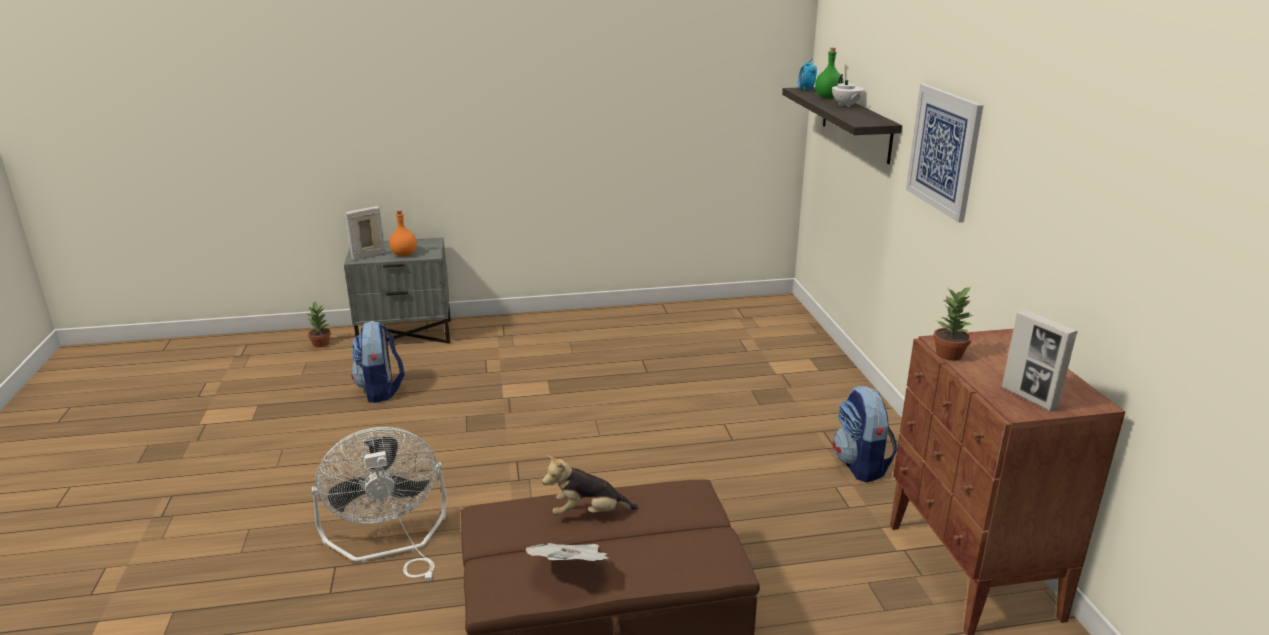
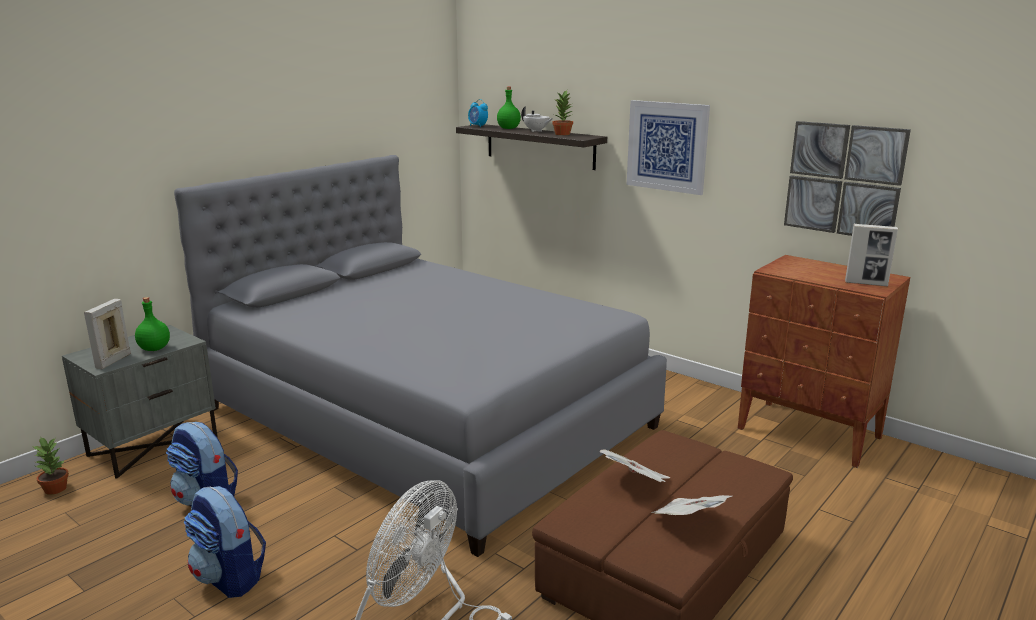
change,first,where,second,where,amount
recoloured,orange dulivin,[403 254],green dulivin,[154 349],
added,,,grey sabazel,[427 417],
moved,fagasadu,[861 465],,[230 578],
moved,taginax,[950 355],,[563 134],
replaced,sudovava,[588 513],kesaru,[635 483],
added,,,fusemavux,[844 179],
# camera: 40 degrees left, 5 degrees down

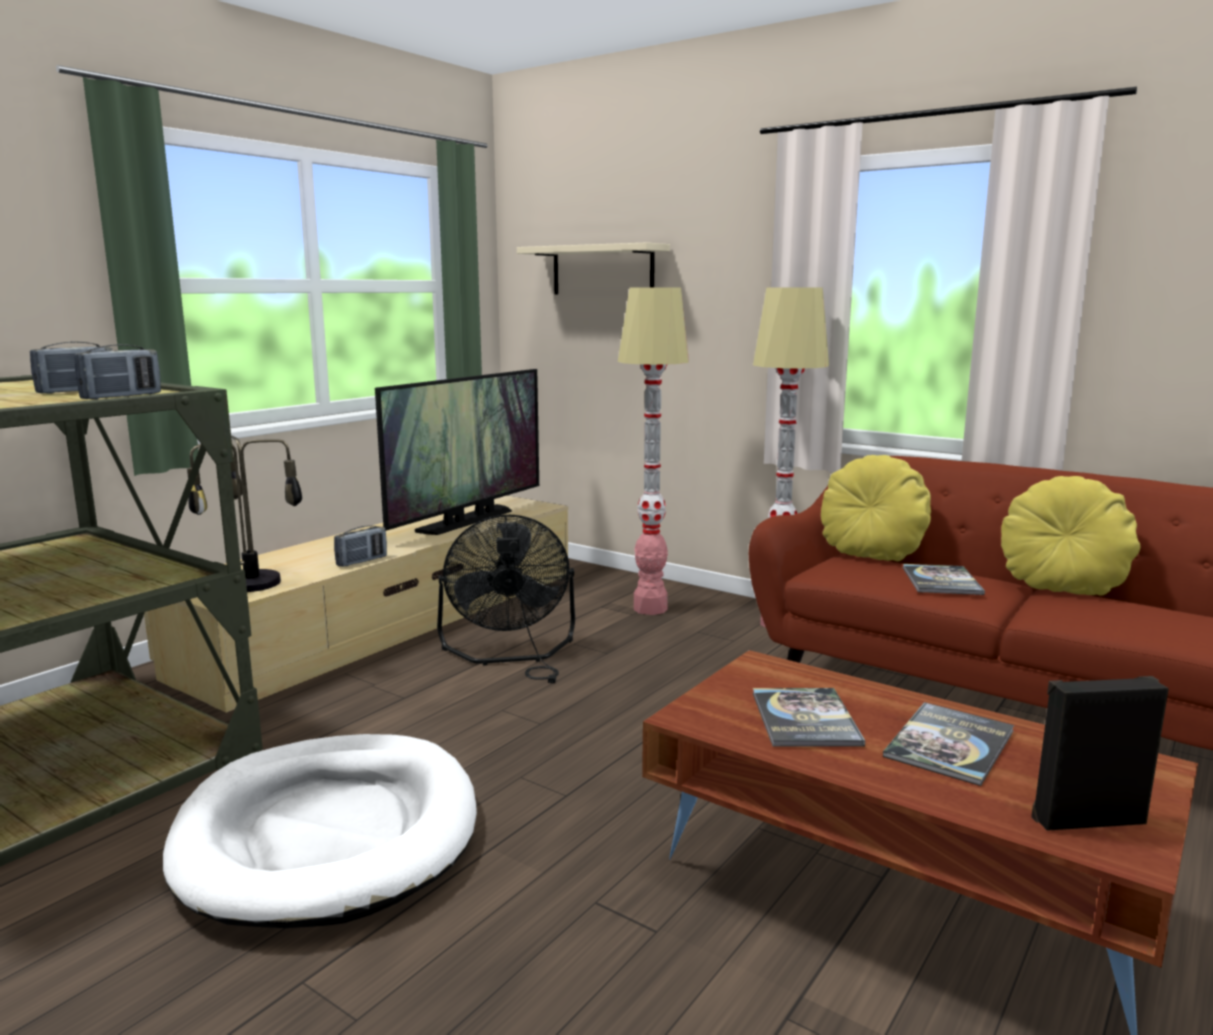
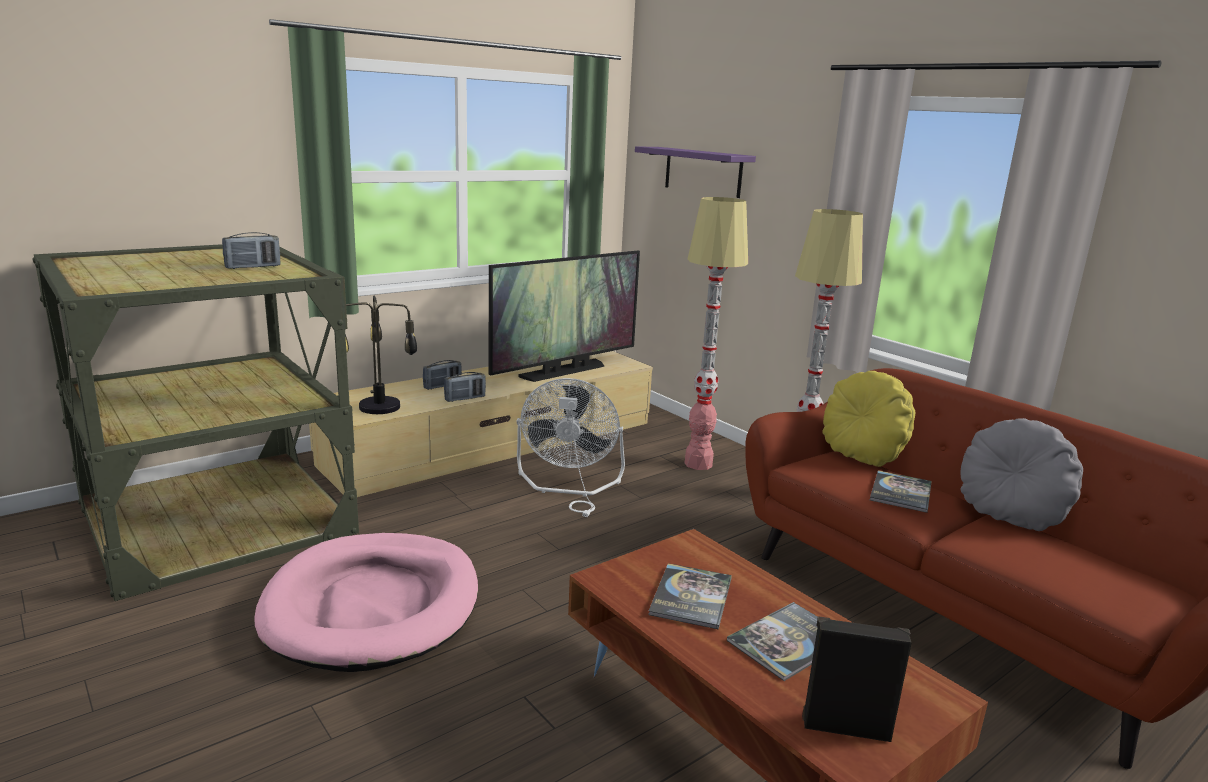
change,first,where,second,where,amount
recoloured,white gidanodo,[329 834],pink gidanodo,[373 606],
moved,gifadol,[122 397],,[442 386],
recoloured,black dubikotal,[515 655],white dubikotal,[570 487],
recoloured,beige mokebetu,[602 270],purple mokebetu,[703 171],
recoloured,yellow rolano,[1061 589],grey rolano,[1009 518],
# camera: 15 degrees right, 5 degrees up

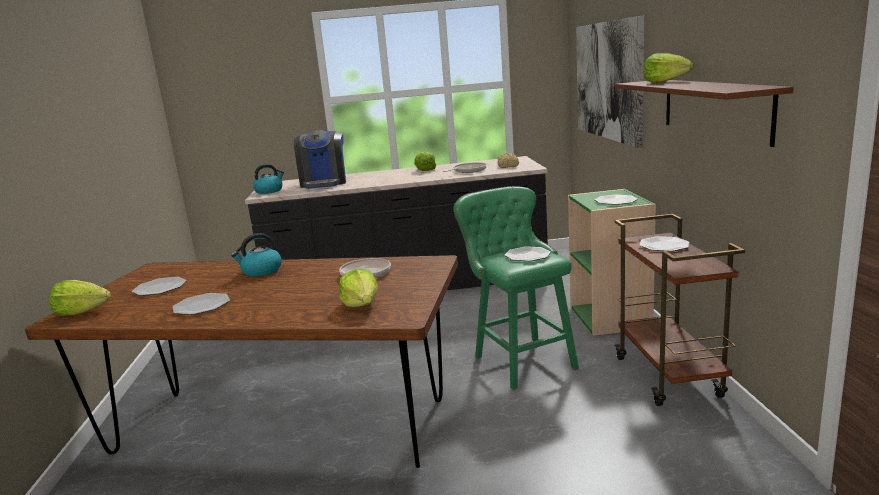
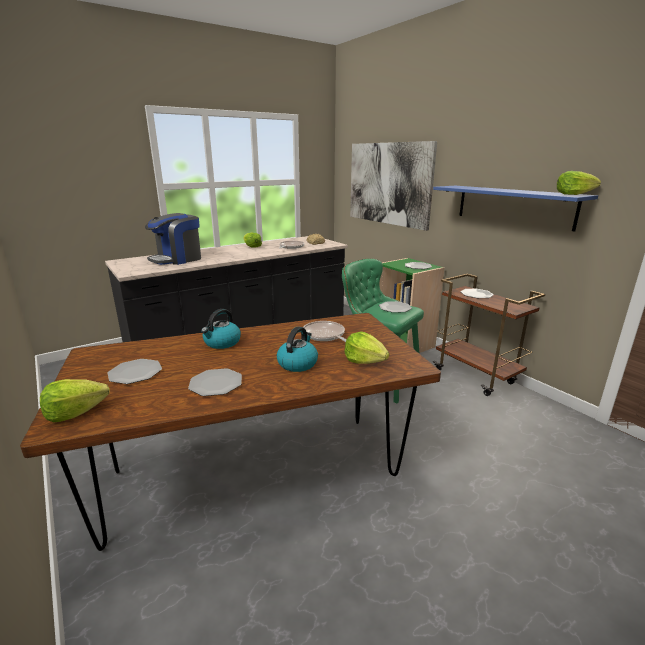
change,first,where,second,where,amount
turned,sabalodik,[324 183],,[177 259],75 degrees clockwise
moved,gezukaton,[269 191],,[297 363],
recoloured,brown mokebetu,[714 108],blue mokebetu,[513 206],
moved,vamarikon,[665 81],,[573 194],
# camera: 30 degrees left, 5 degrees up

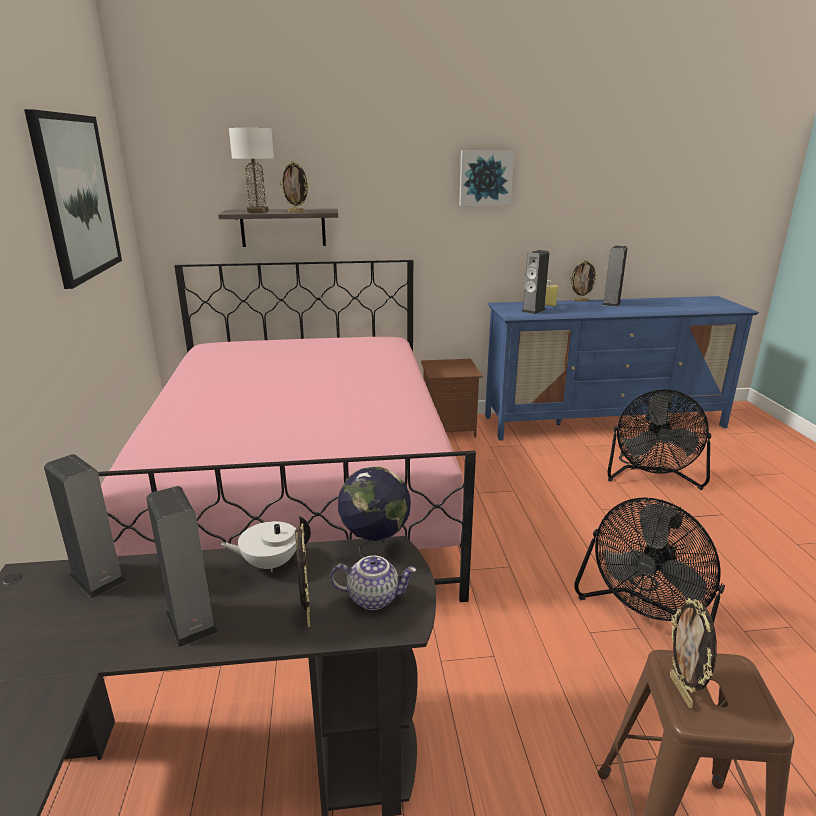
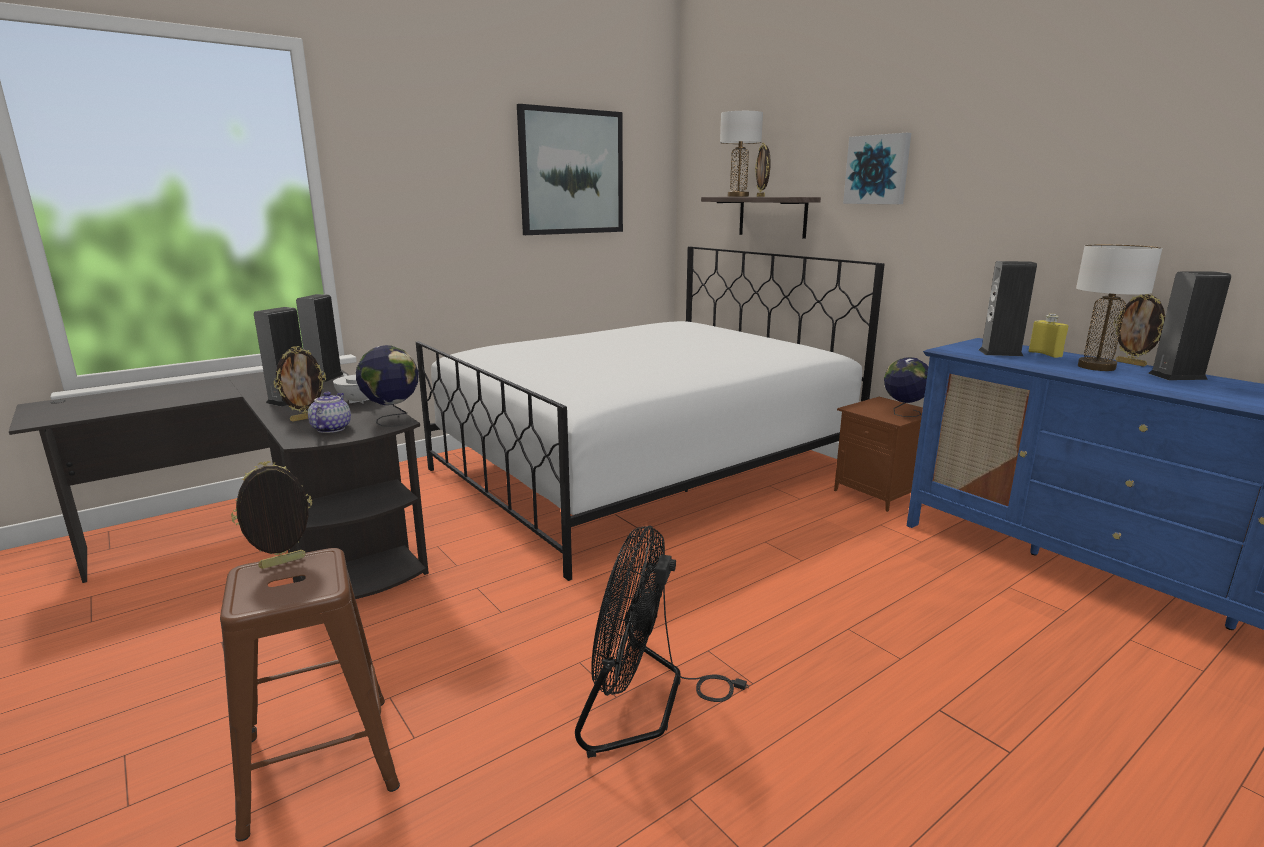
change,first,where,second,where,amount
turned,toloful,[374 597],,[330 429],150 degrees counterclockwise
recoloured,pink sabazel,[303 495],white sabazel,[645 470],
moved,fusemavux,[485 178],,[878 170],
added,,,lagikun,[903 413],
added,,,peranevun,[1095 367],
removed,black dubikotal,[648 475],,,
# camera: 60 degrees right, 5 degrees down

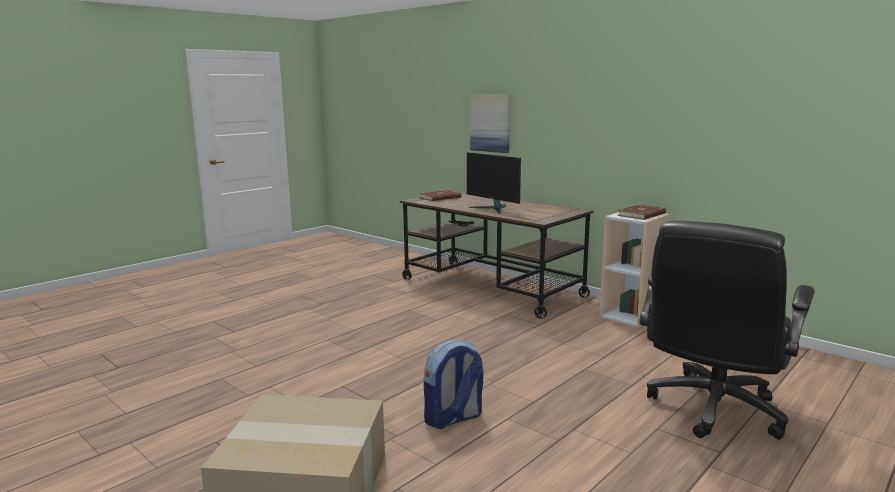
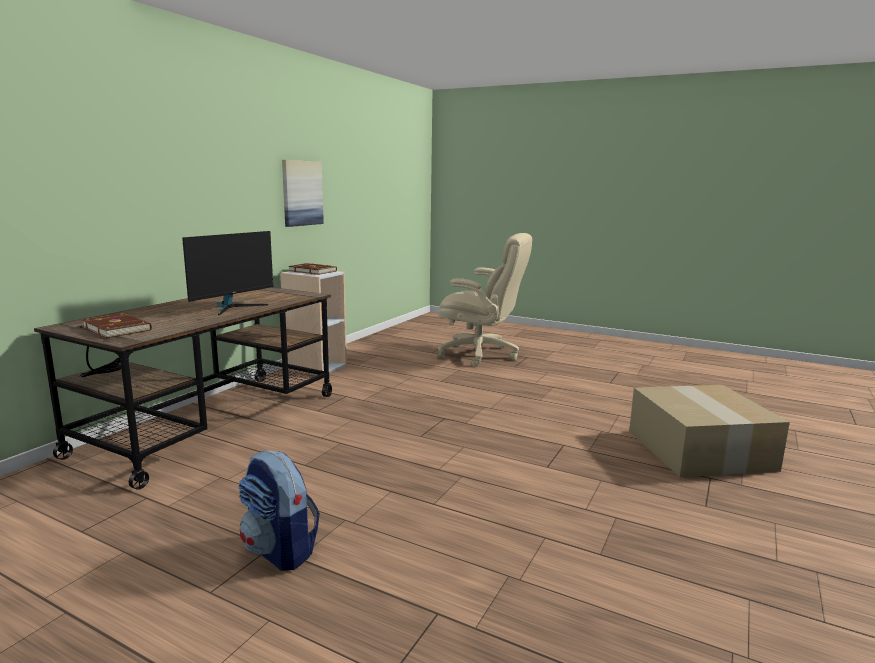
change,first,where,second,where,amount
moved,fagasadu,[453 418],,[280 550],
moved,fusemavux,[490 123],,[302 193],
recoloured,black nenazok,[711 411],beige nenazok,[481 356],
# camera: 105 degrees left, 0 degrees up

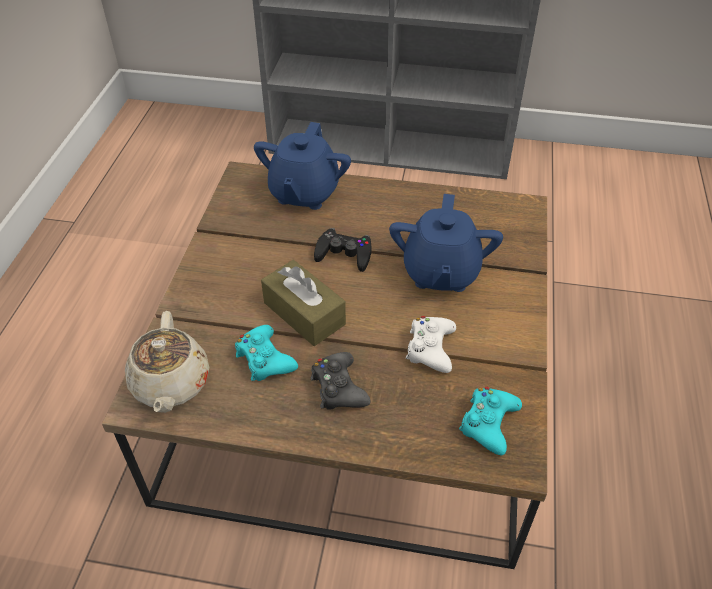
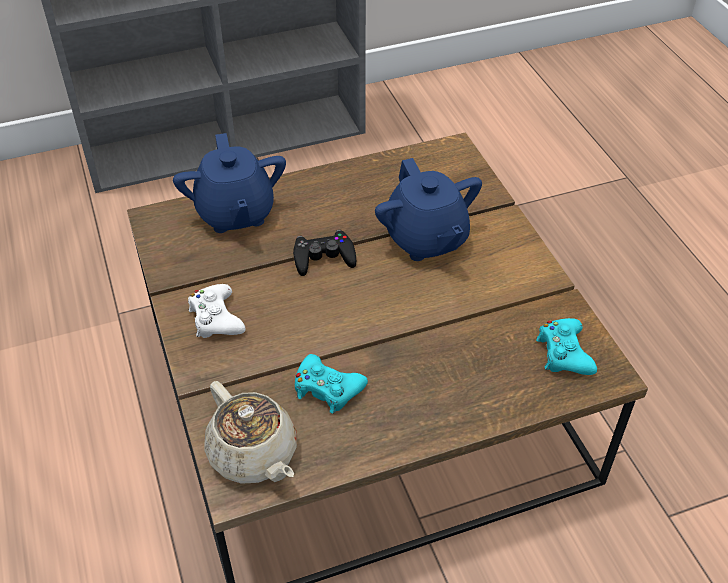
change,first,where,second,where,amount
moved,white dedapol,[430 348],,[216 318],
removed,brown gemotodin,[304 313],,,
removed,black dedapol,[338 388],,,
# camera: 30 degrees left, 0 degrees up

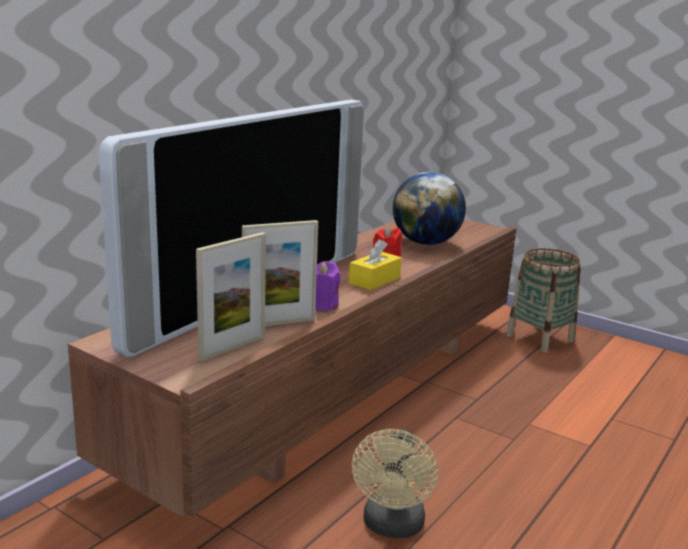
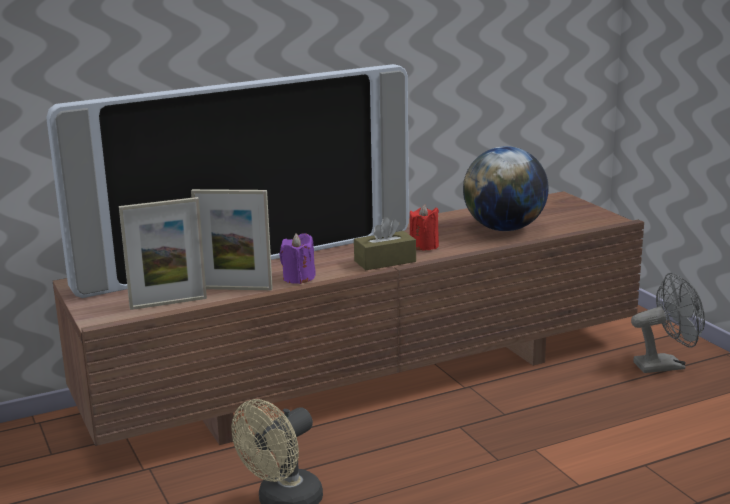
change,first,where,second,where,amount
recoloured,yellow gemotodin,[374 280],brown gemotodin,[385 261],
replaced,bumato,[539 338],grey dubikotal,[666 365],
# camera: 30 degrees right, 0 degrees up

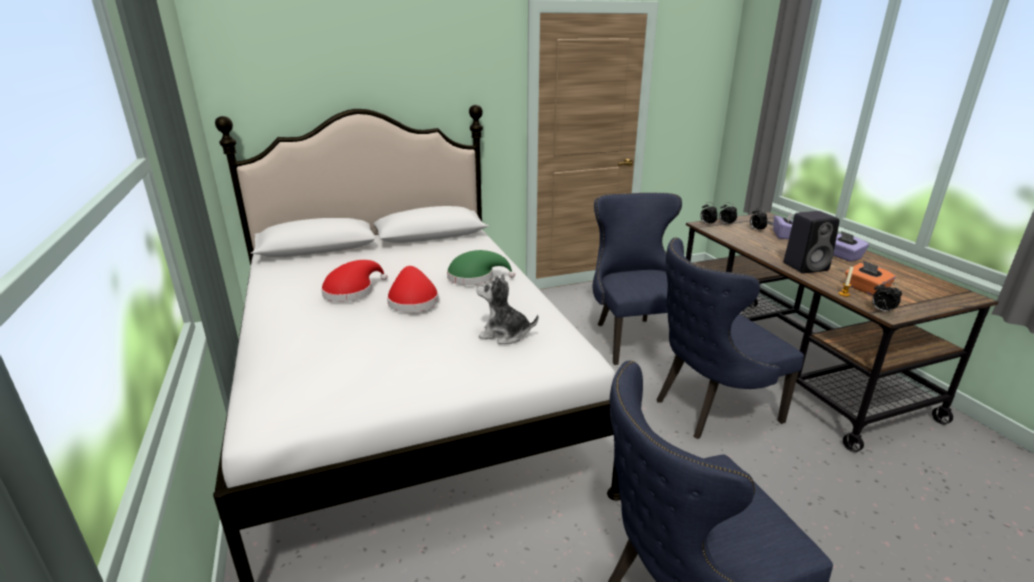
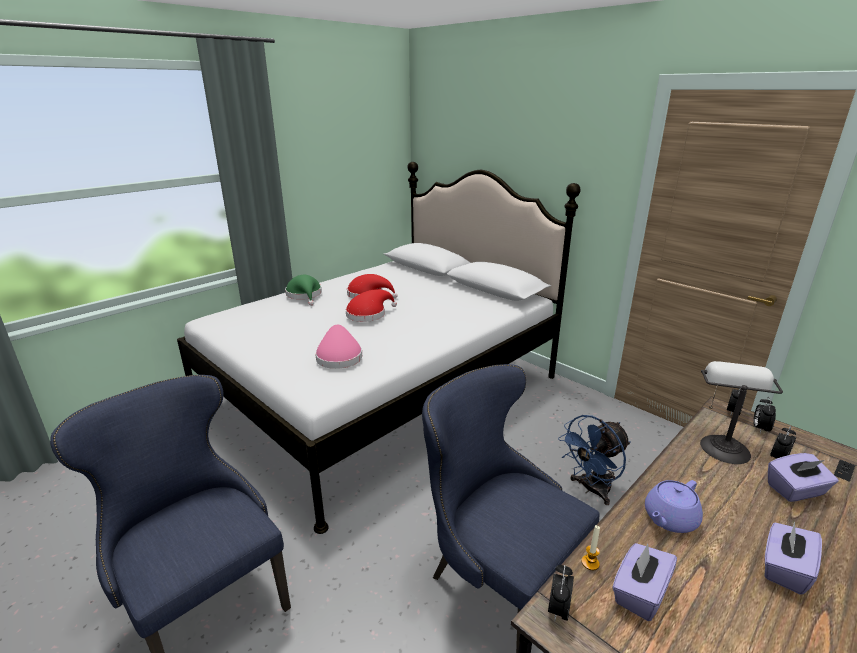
change,first,where,second,where,amount
moved,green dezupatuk,[475 277],,[305 295],
replaced,sudovava,[504 334],pink dezupatuk,[339 356],
replaced,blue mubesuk,[634 338],blue dubikotal,[591 489],
recoloured,orange gemotodin,[865 289],purple gemotodin,[639 593],
replaced,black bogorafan,[806 266],purple toloful,[669 519],
added,,,peranevun,[721 443],
# camera: 65 degrees right, 0 degrees up

